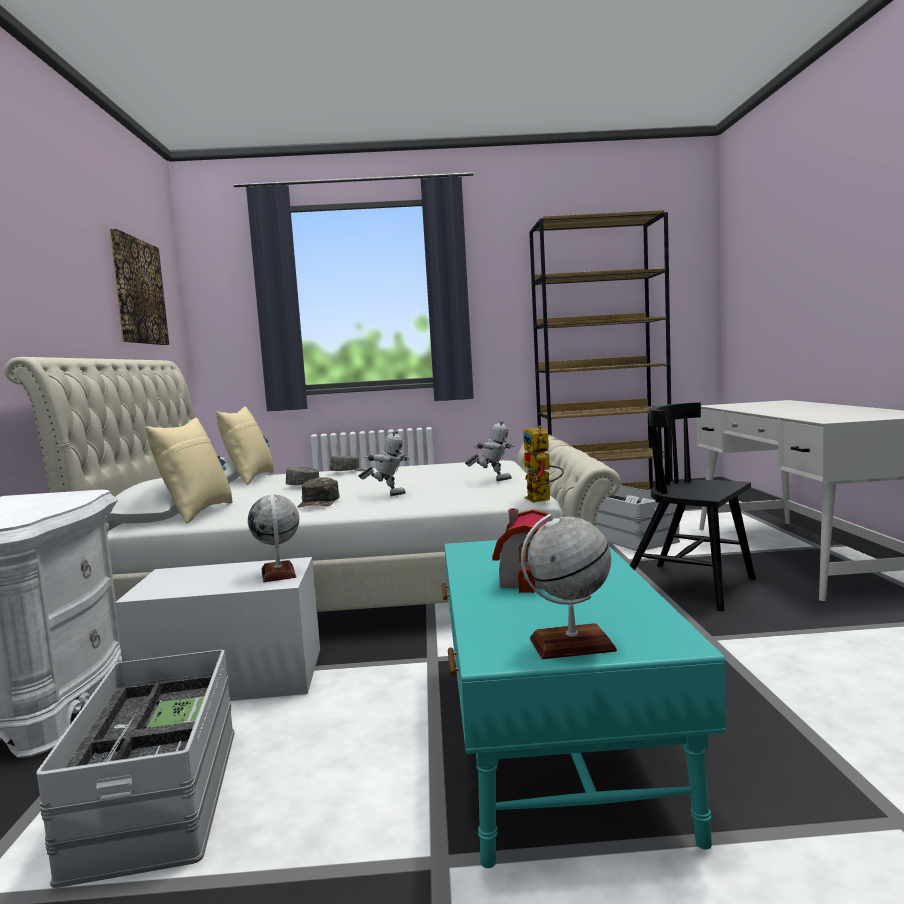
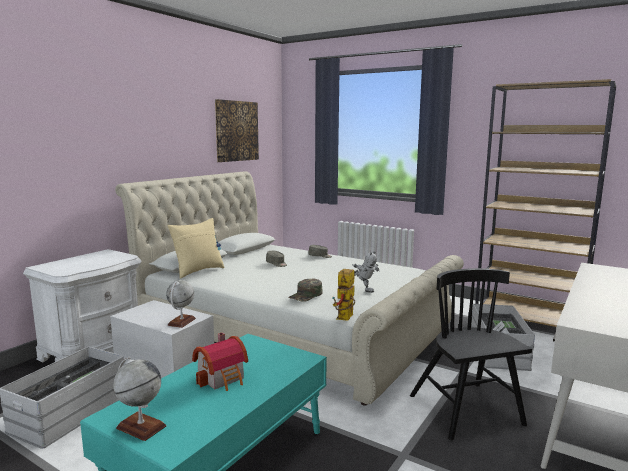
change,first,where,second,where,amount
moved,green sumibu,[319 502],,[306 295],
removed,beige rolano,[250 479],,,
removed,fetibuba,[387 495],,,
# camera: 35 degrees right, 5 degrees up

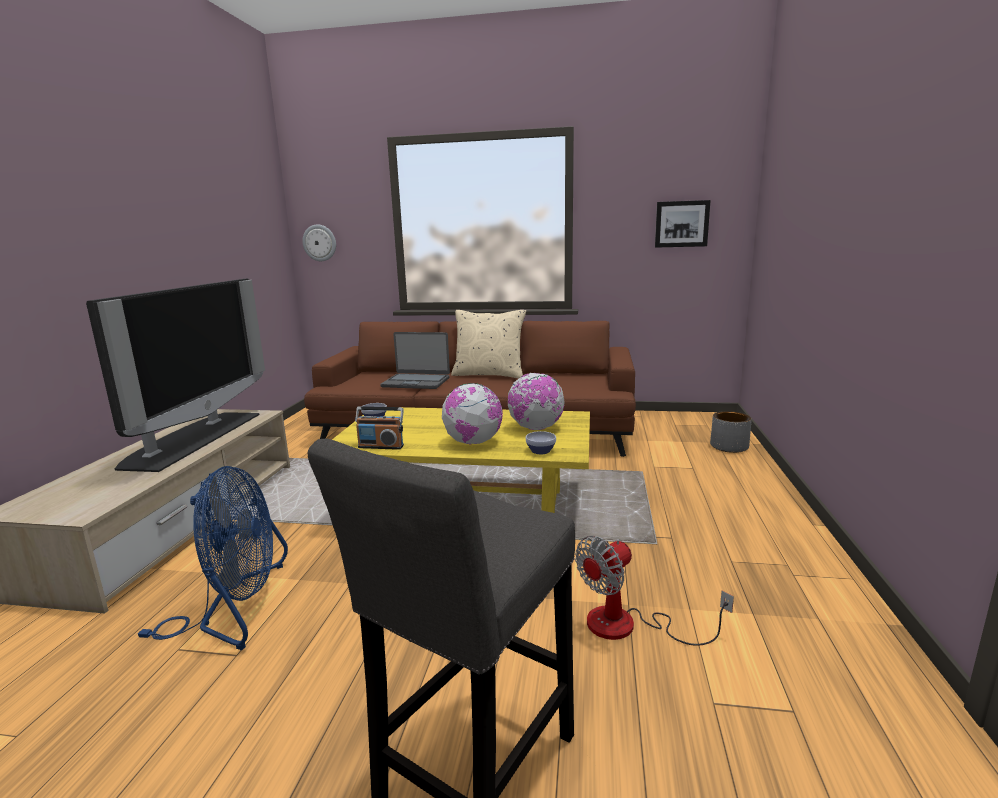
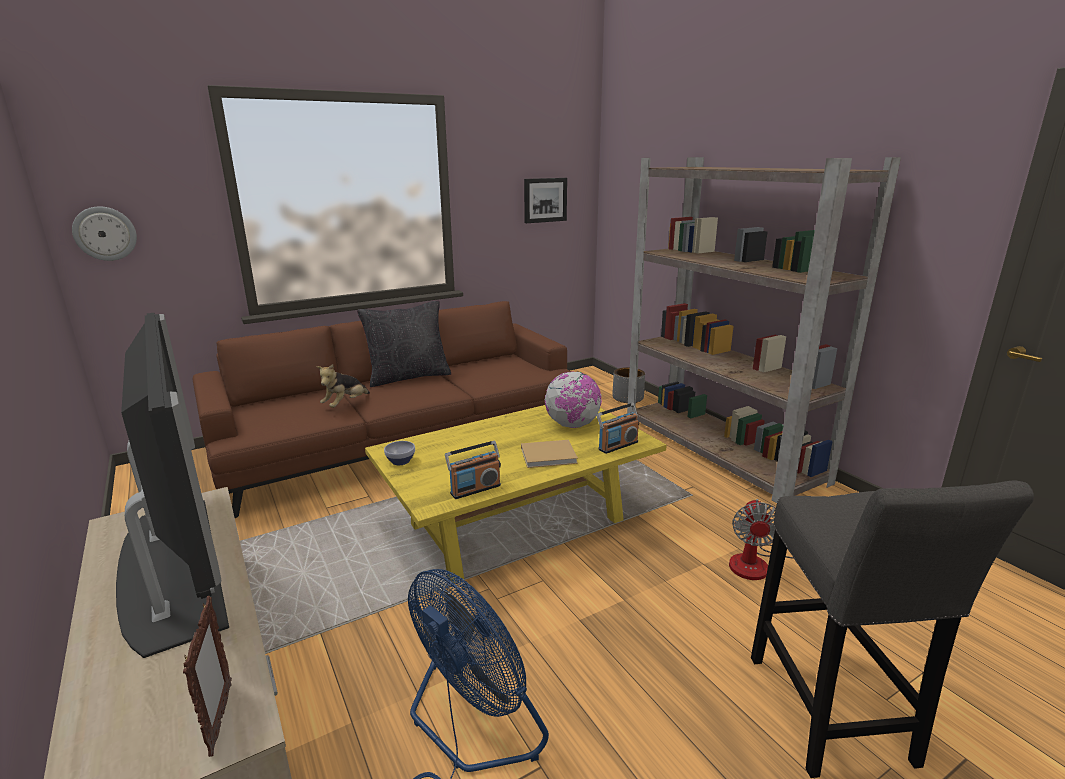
change,first,where,second,where,amount
added,,,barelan,[220 719],
replaced,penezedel,[416 382],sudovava,[345 404],
recoloured,beige rolano,[489 374],black rolano,[408 377],
replaced,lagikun,[473 442],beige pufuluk,[550 455],
replaced,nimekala,[541 451],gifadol,[617 445],
added,,,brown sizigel,[719 448],
# camera: 40 degrees left, 5 degrees up

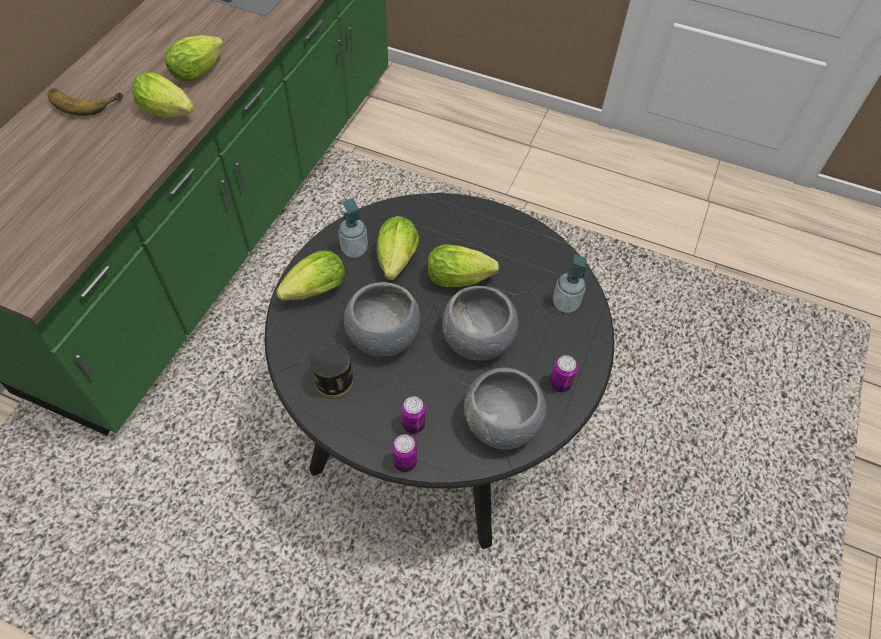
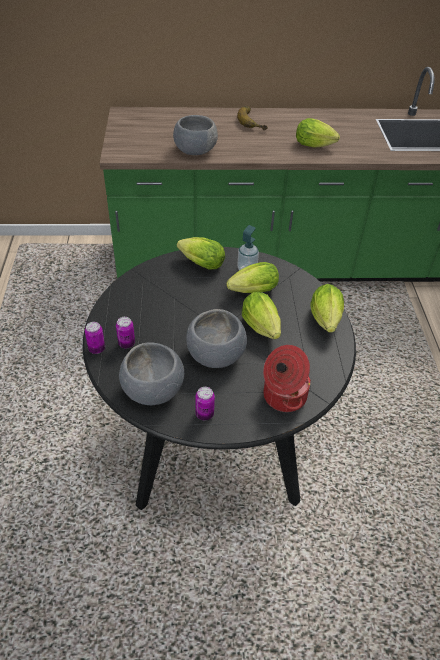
change,first,where,second,where,amount
moved,grey nimekala,[383 335],,[195 150],
replaced,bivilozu,[565 303],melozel,[283 396],
moved,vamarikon,[170 113],,[326 322],
removed,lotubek,[334 381],,,
# camera: 65 degrees right, 10 degrees down

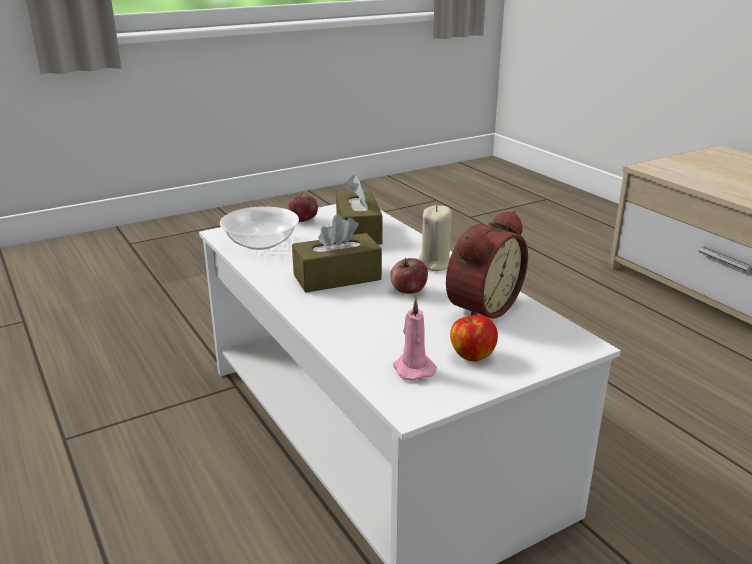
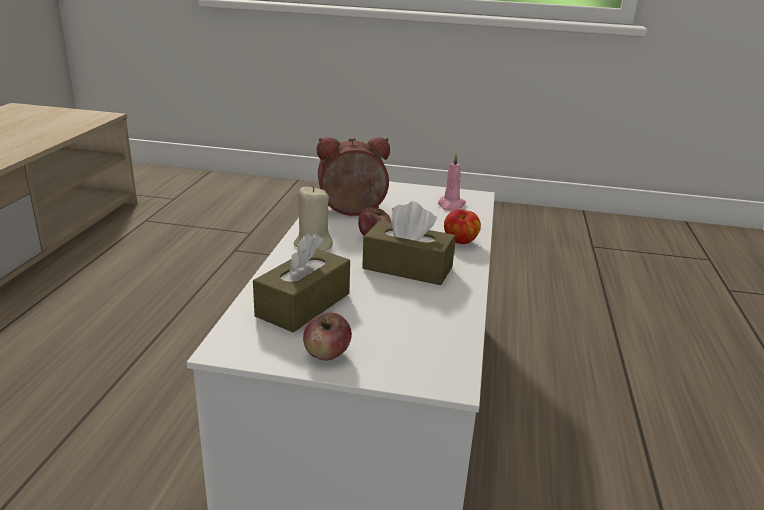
change,first,where,second,where,amount
moved,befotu,[472 355],,[460 242],
removed,nimekala,[261 243],,,
# camera: 140 degrees left, 0 degrees up

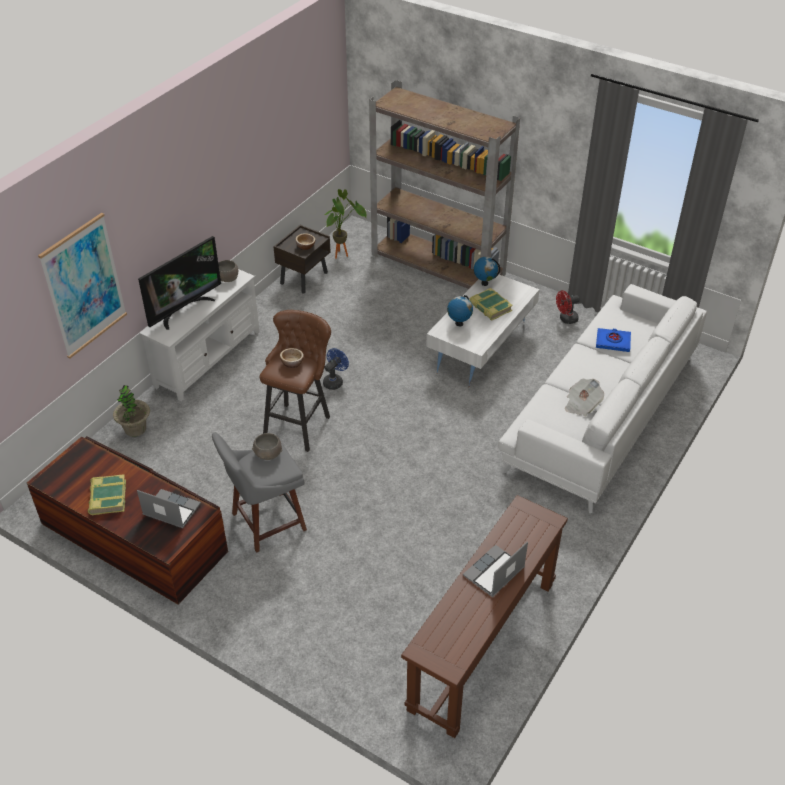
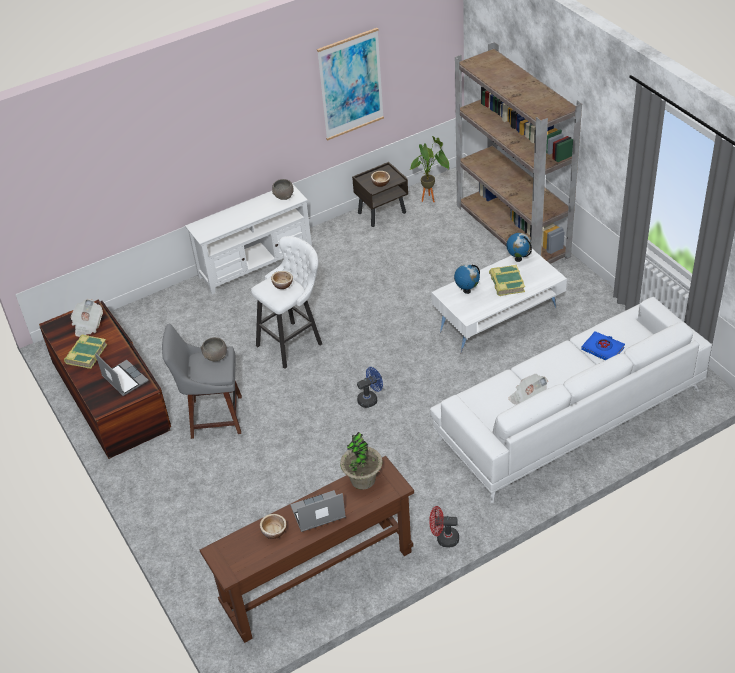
change,first,where,second,where,amount
added,,,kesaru,[87 325],
recoloured,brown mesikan,[300 422],white mesikan,[295 341],
added,,,nimekala,[274 531],
moved,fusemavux,[84 286],,[351 84],
moved,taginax,[135 429],,[363 480],
moved,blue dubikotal,[334 381],,[370 399],
moved,red dubikotal,[566 319],,[444 539],
removed,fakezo,[184 310],,,
# camera: 30 degrees right, 0 degrees up

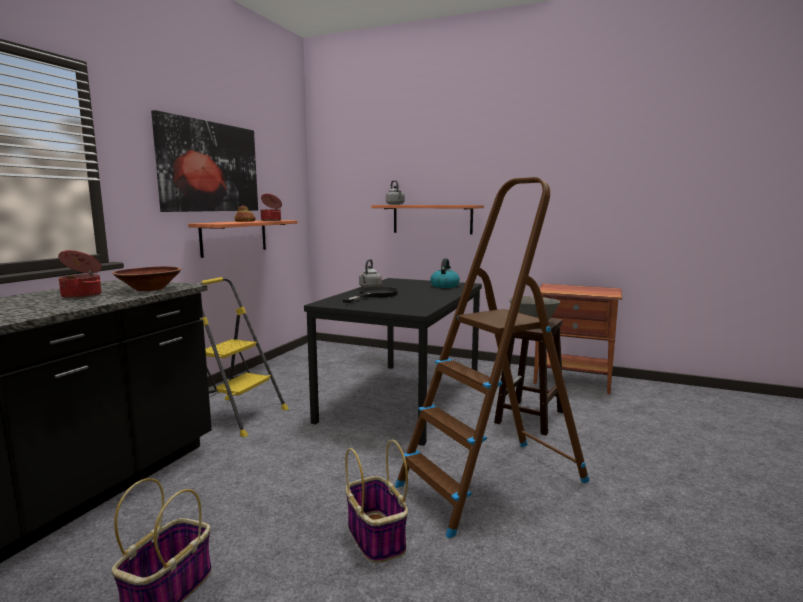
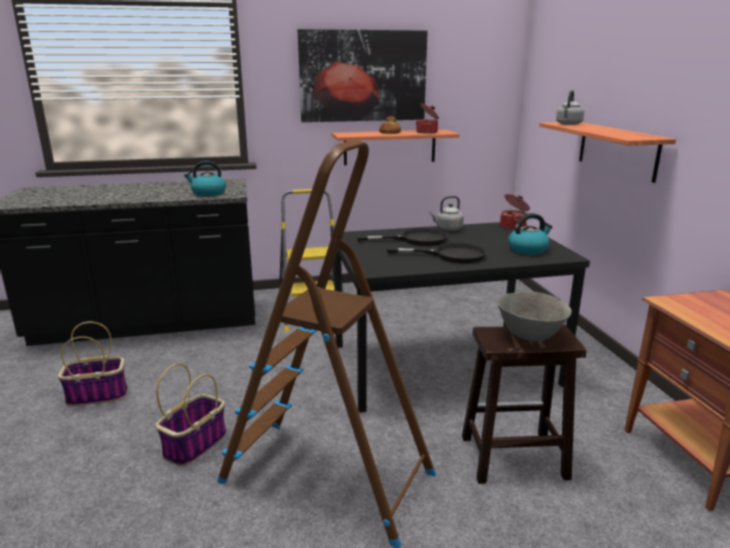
change,first,where,second,where,amount
replaced,brown nimekala,[149 289],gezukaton,[208 193],
added,,,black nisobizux,[450 255],
moved,melozel,[83 295],,[513 227],
# camera: 55 degrees right, 10 degrees up

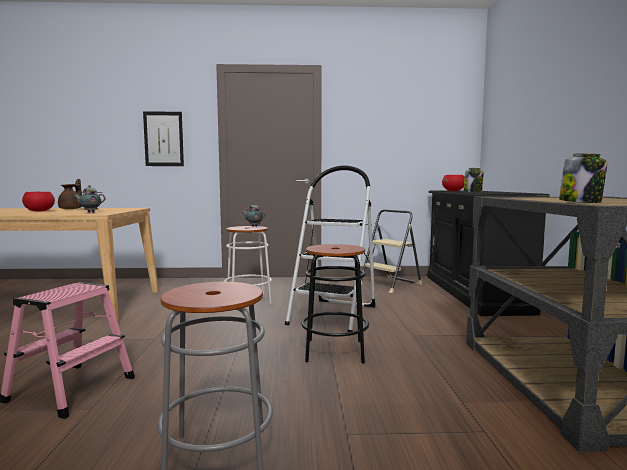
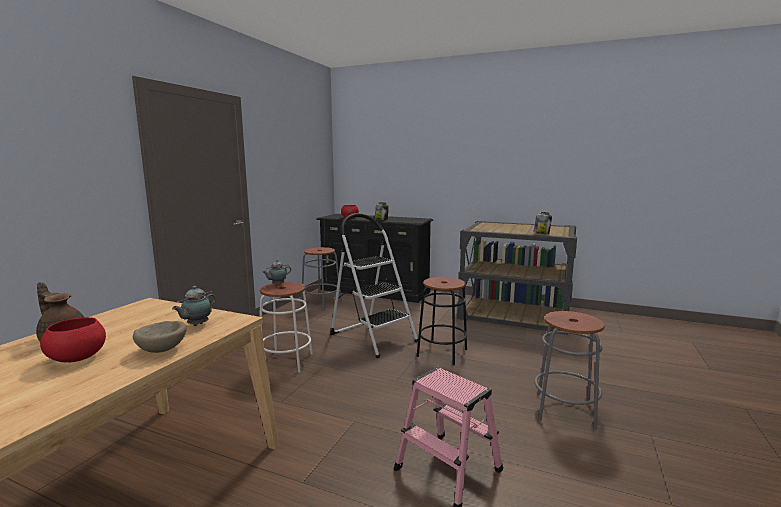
change,first,where,second,where,amount
added,,,beige nimekala,[163 349],
replaced,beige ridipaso,[391 284],grey mesikan,[321 303],
removed,fusemavux,[163 139],,,
# camera: 65 degrees left, 5 degrees up

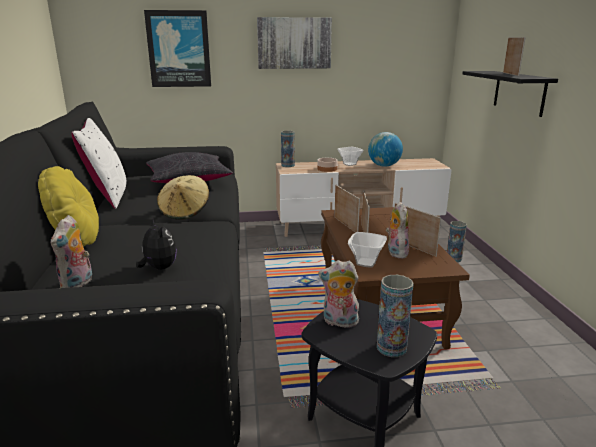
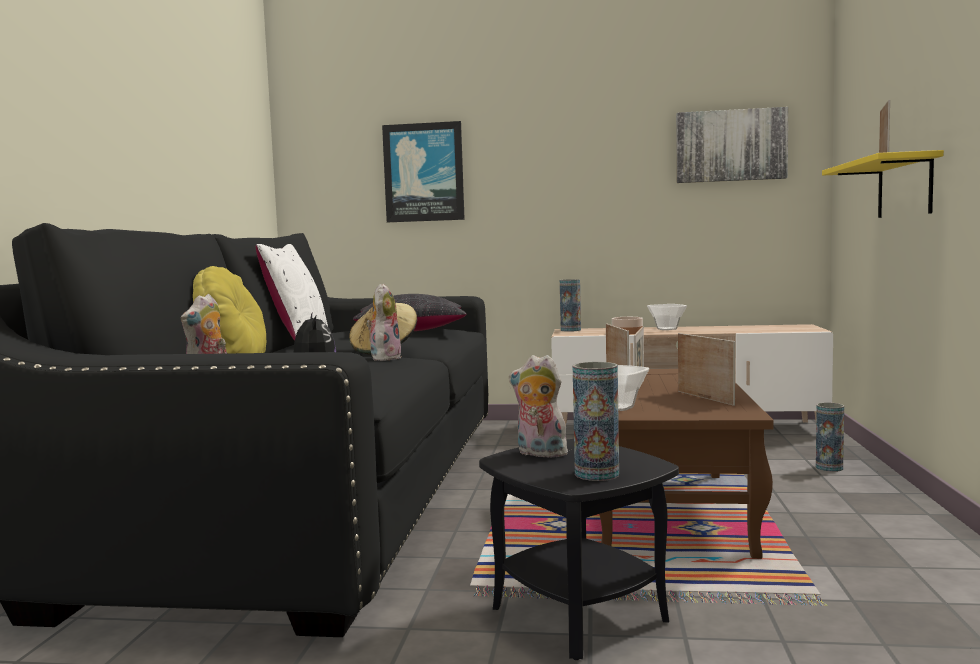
change,first,where,second,where,amount
moved,sudovava,[395 252],,[384 358],
moved,fusemavux,[294 43],,[730 146],
recoloured,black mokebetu,[519 92],yellow mokebetu,[904 187],
removed,lagikun,[384 166],,,
# camera: 15 degrees right, 15 degrees down

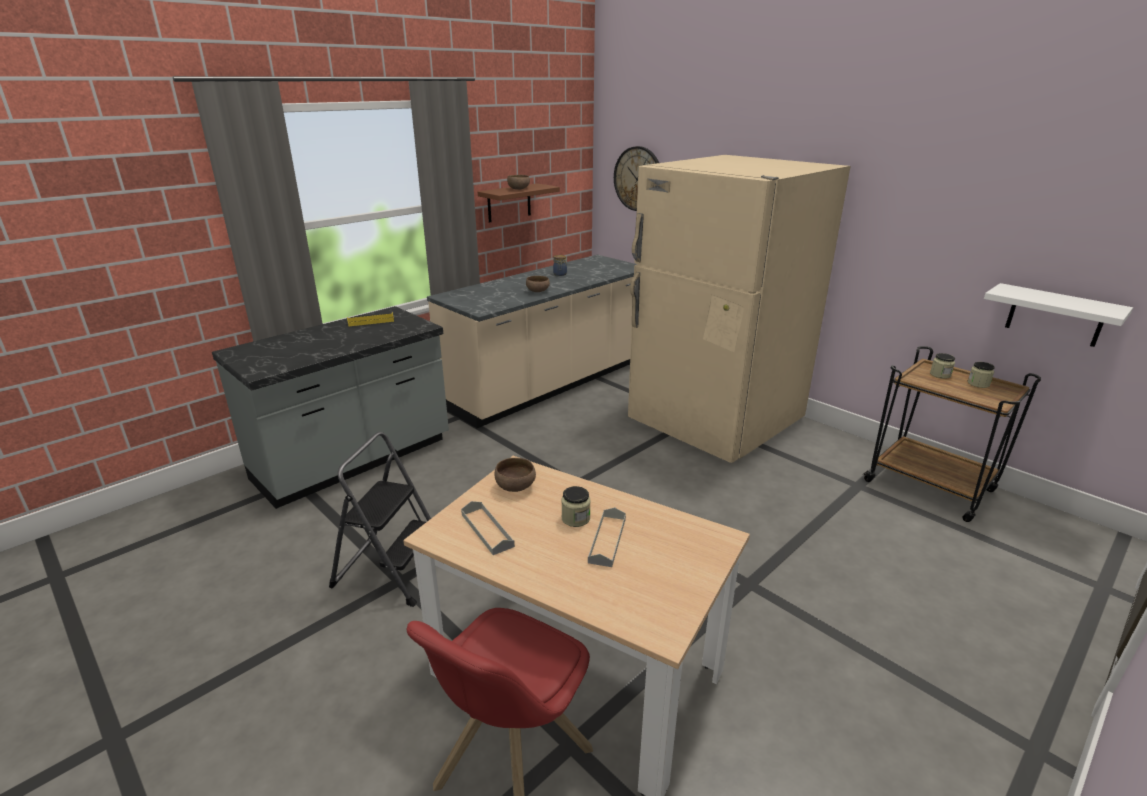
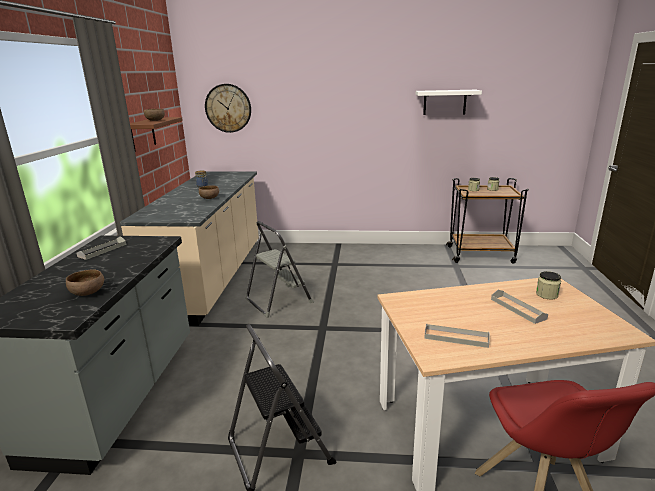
change,first,where,second,where,amount
moved,brown nimekala,[516 486],,[88 292],
recoloured,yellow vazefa,[371 321],grey vazefa,[102 250],
added,,,grey ridipaso,[276 301],
moved,white mokebetu,[1055 315],,[444 102],
moved,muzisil,[575 518],,[547 294],
removed,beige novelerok,[716 419],,,
# camera: 40 degrees left, 5 degrees down

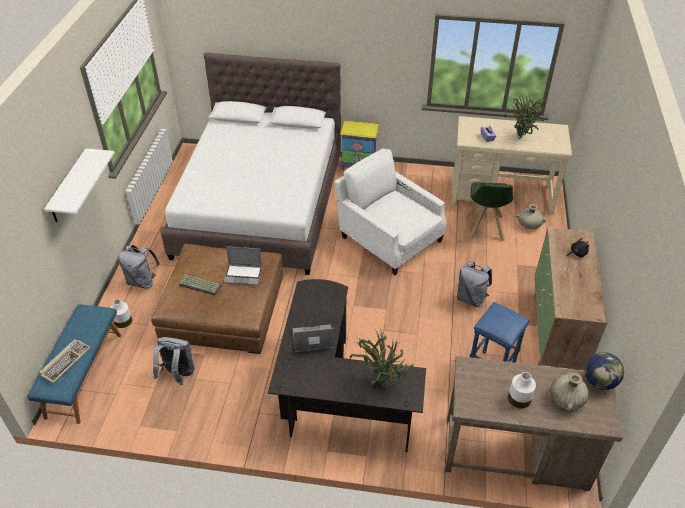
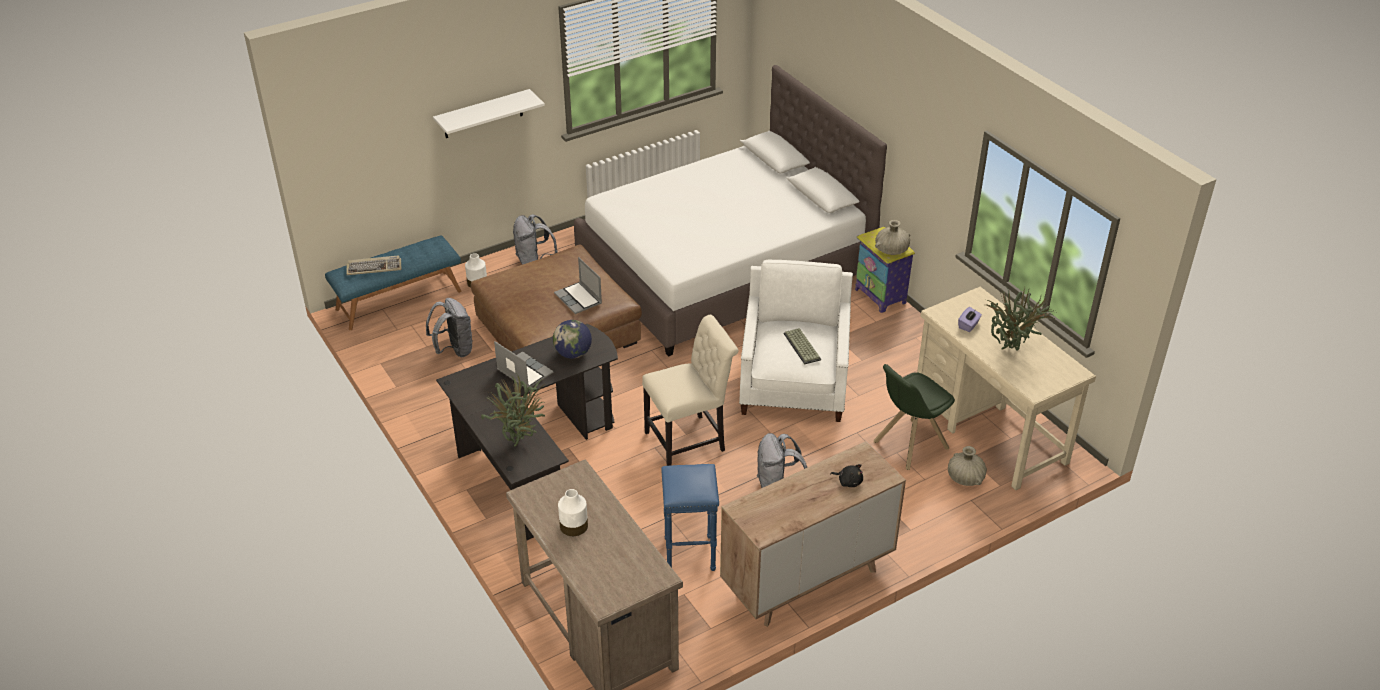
change,first,where,second,where,amount
moved,lagikun,[599 381],,[573 354],
added,,,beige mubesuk,[690 440],
moved,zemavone,[201 285],,[803 347],
moved,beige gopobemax,[566 399],,[891 251],
# camera: 50 degrees right, 5 degrees down

